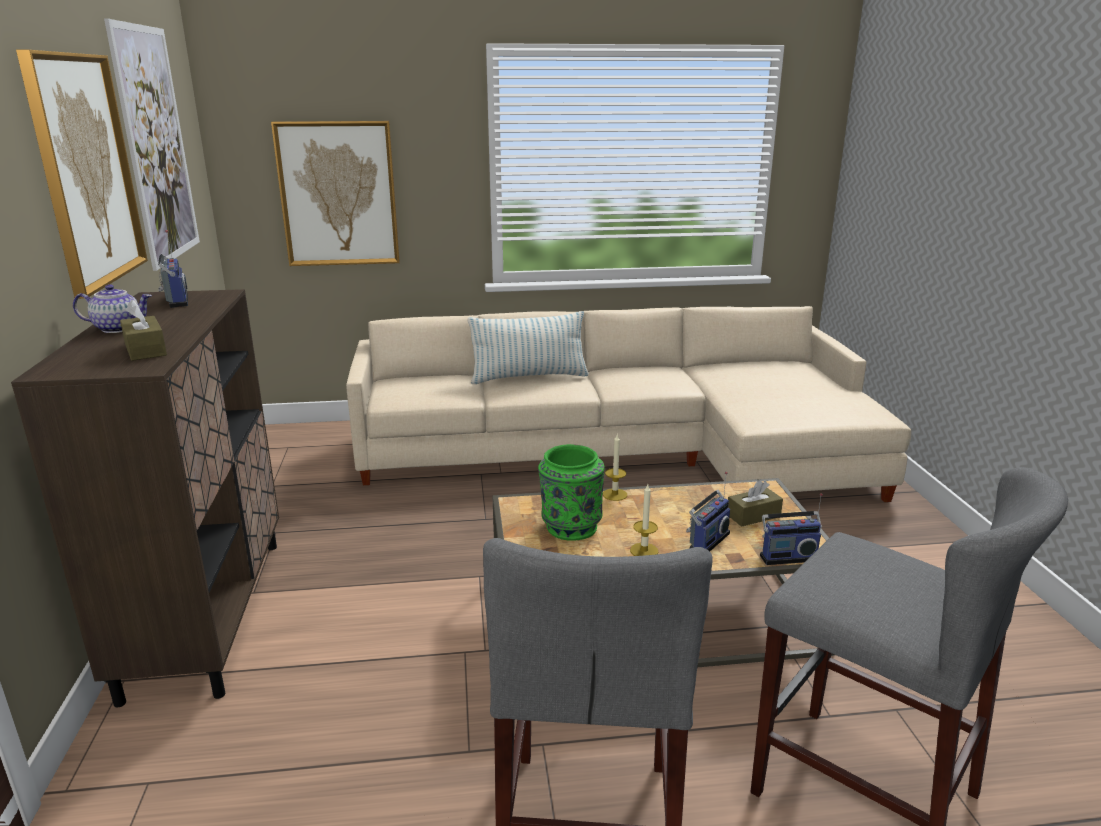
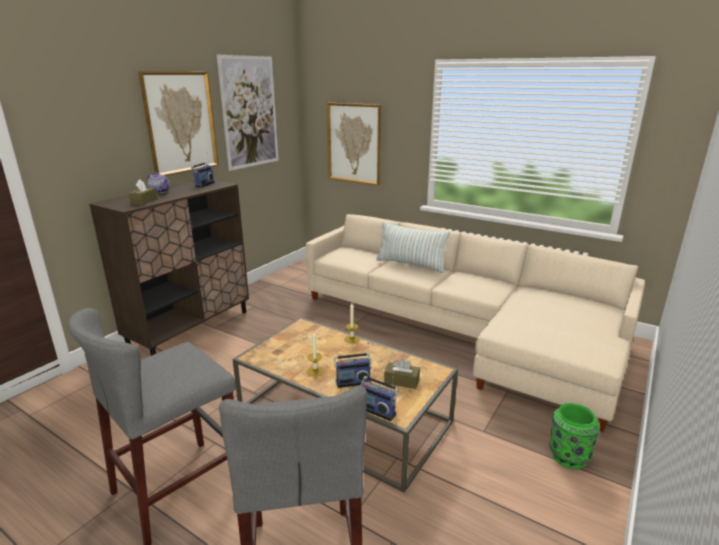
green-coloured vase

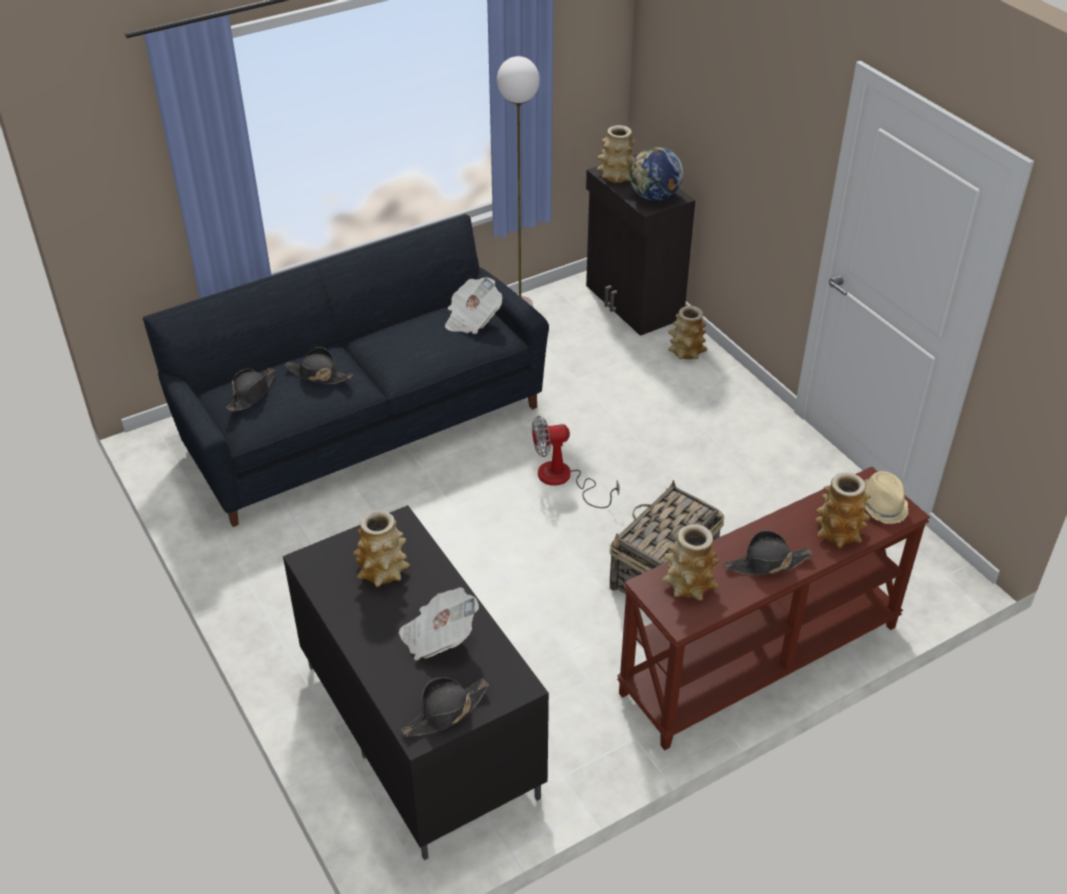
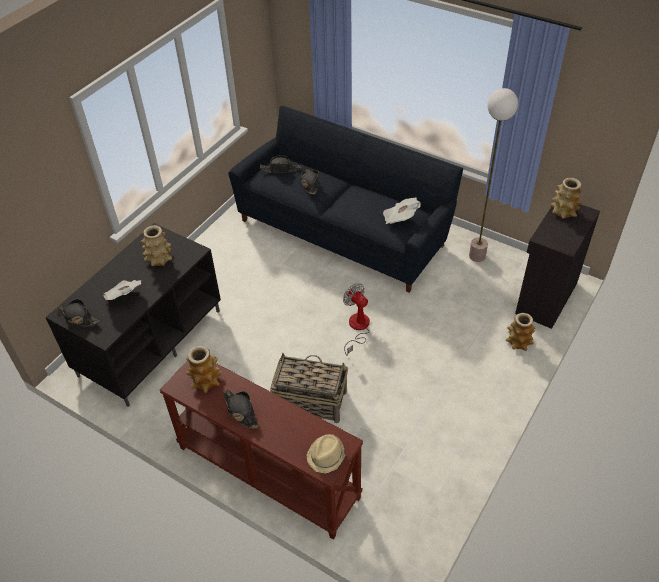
desk globe; vase (5th from left in the first image)

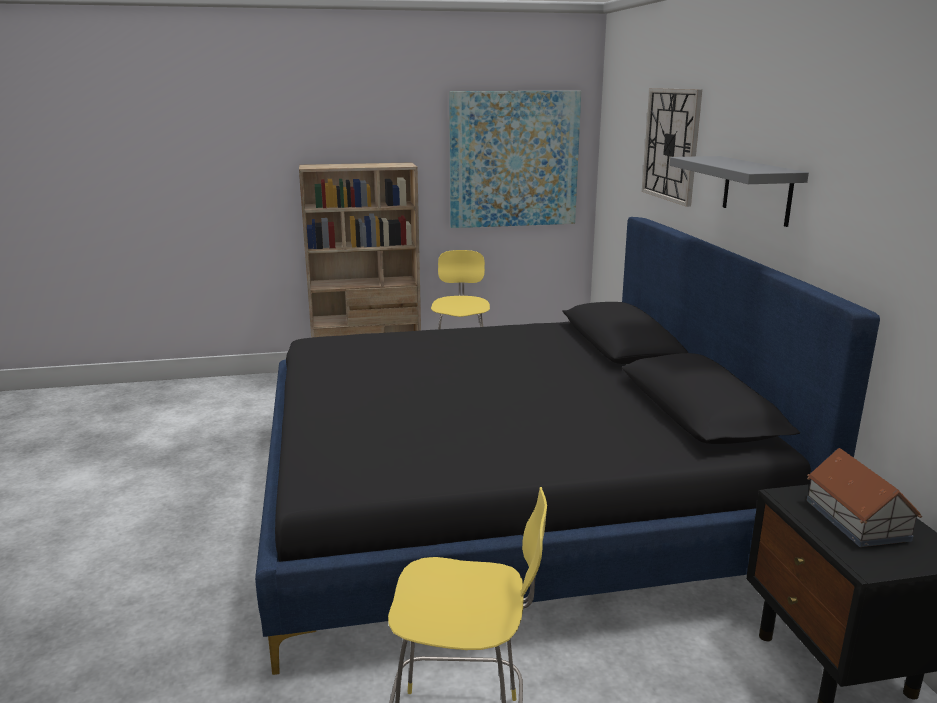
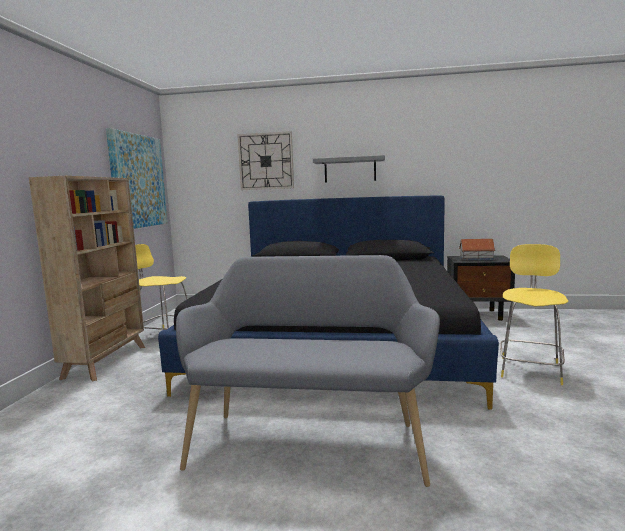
grey long seat

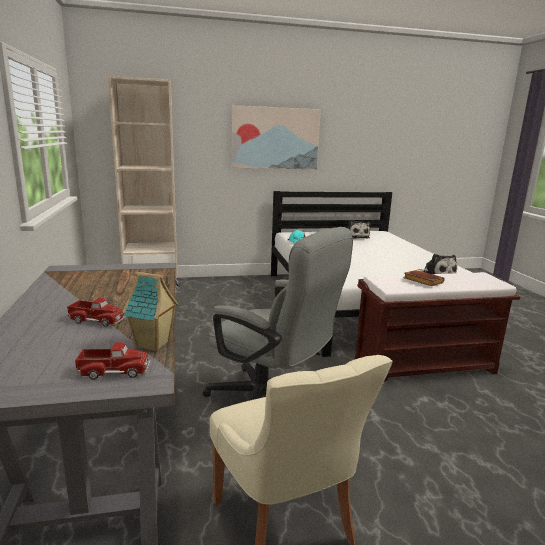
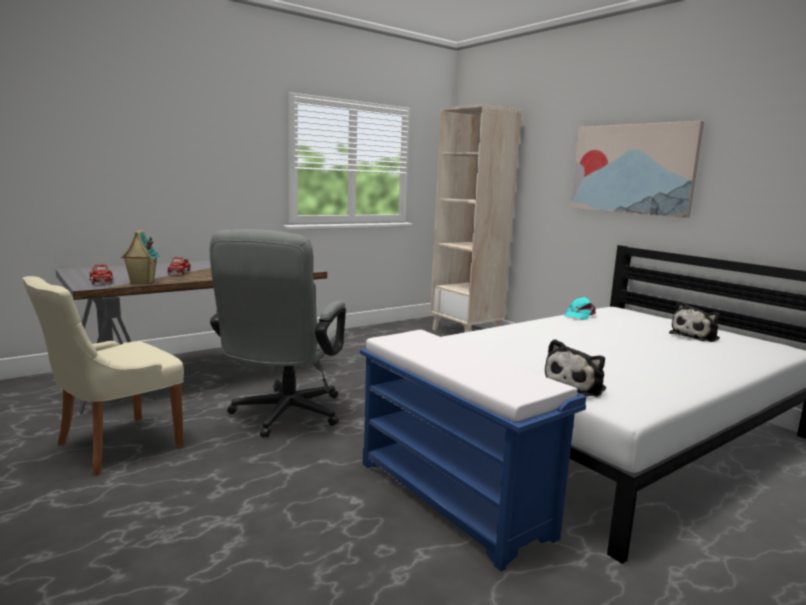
brown book; blue-coloured long seat

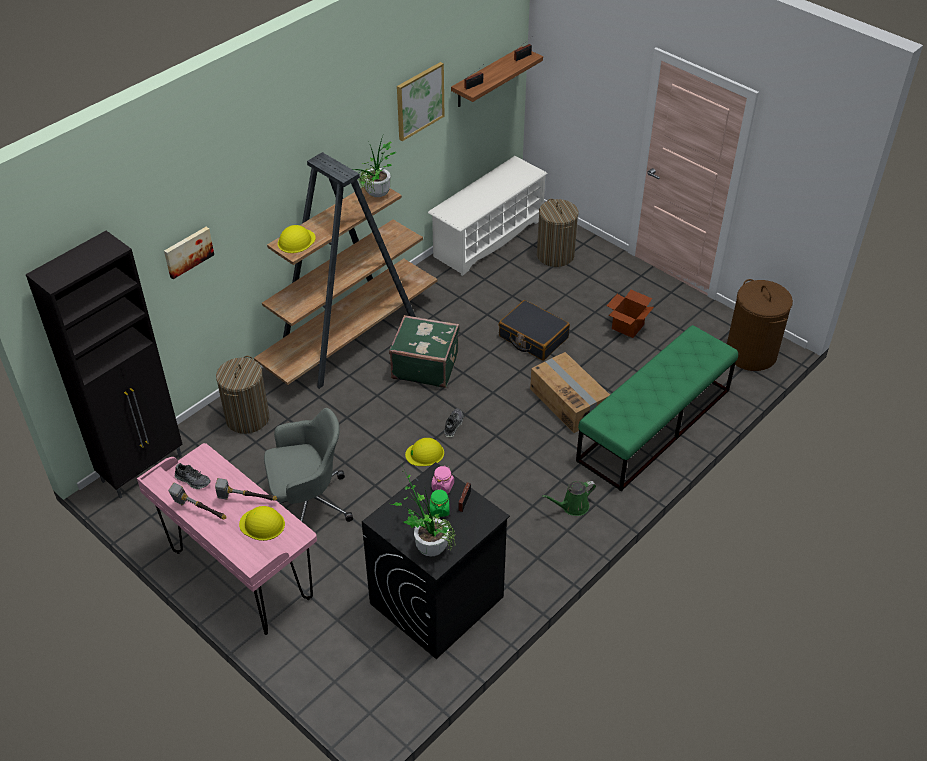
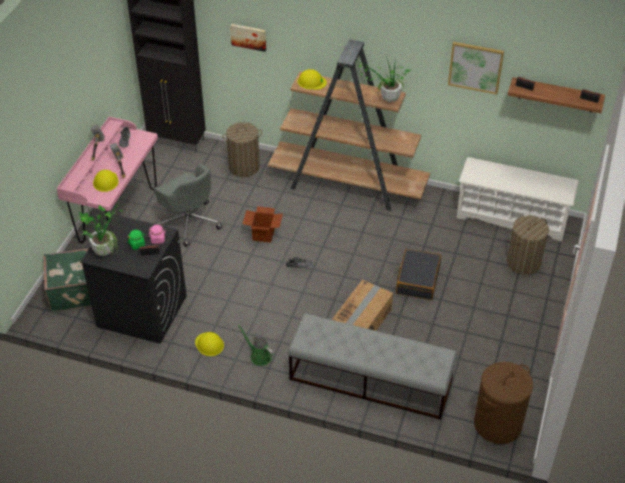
green-coloured travel case; yellowish hard hat (2nd from left); packing box (1st from left); grey long seat

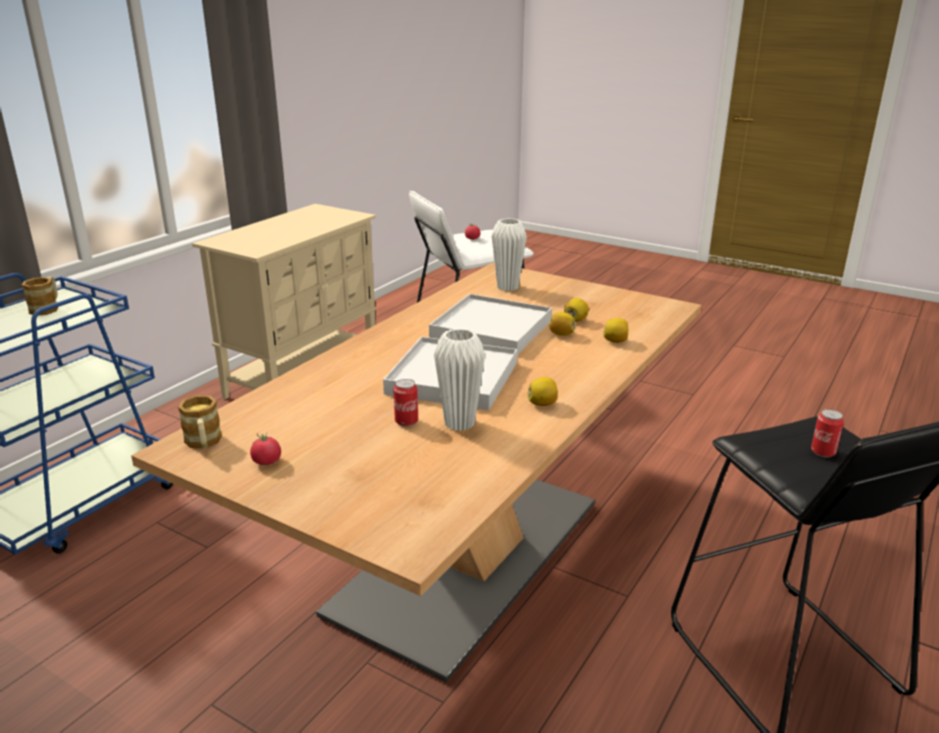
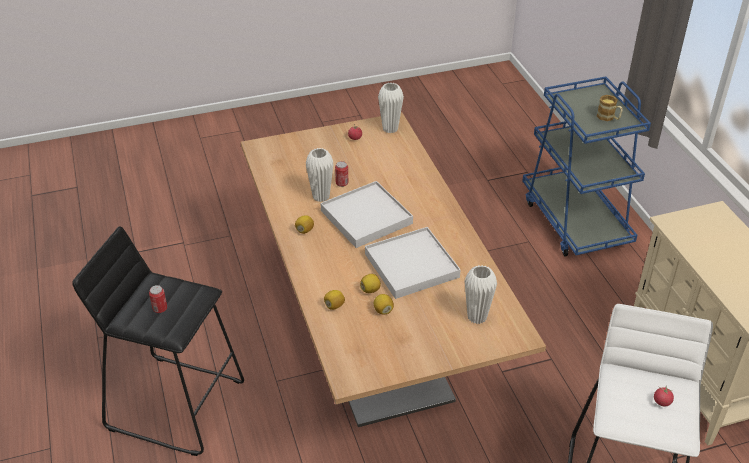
whitish vase (2nd from left)

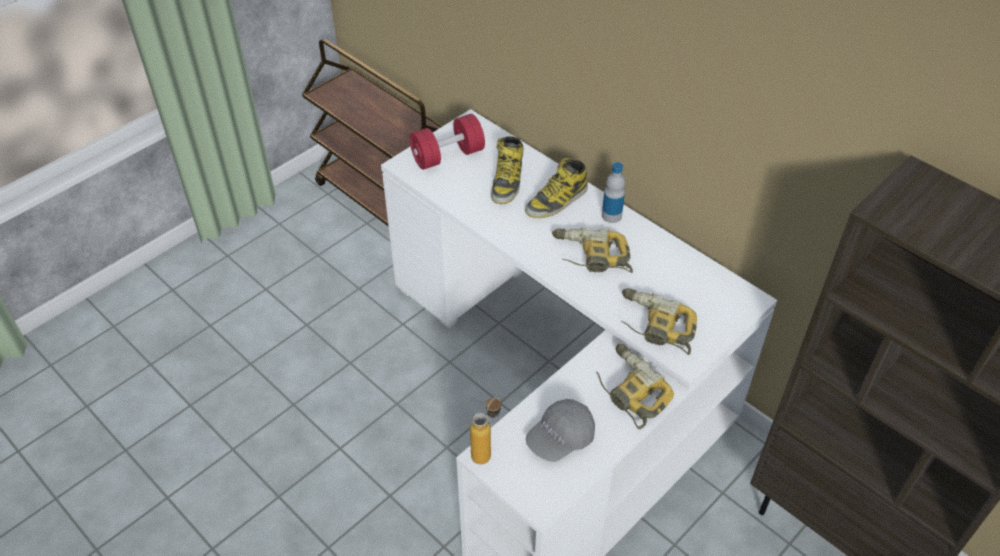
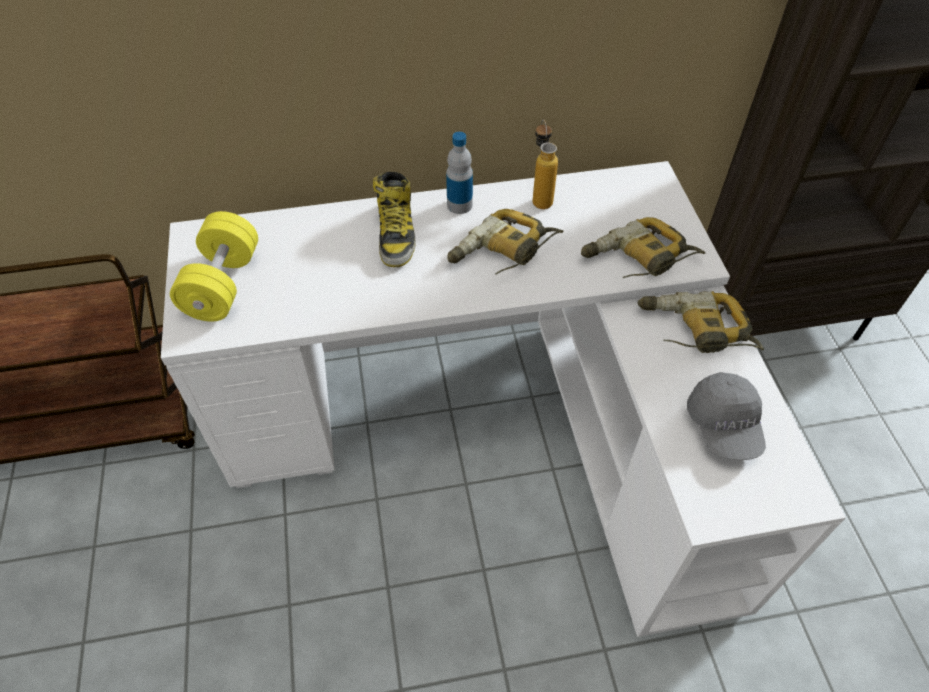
tall boot (1st from left in the first image); beverage bottle (2nd from left); yellowish hand weight

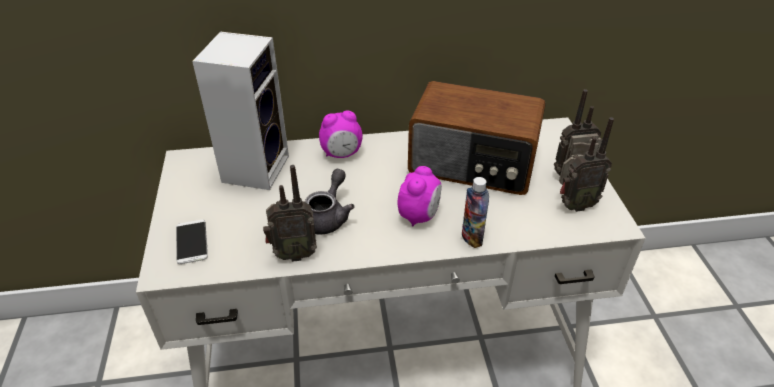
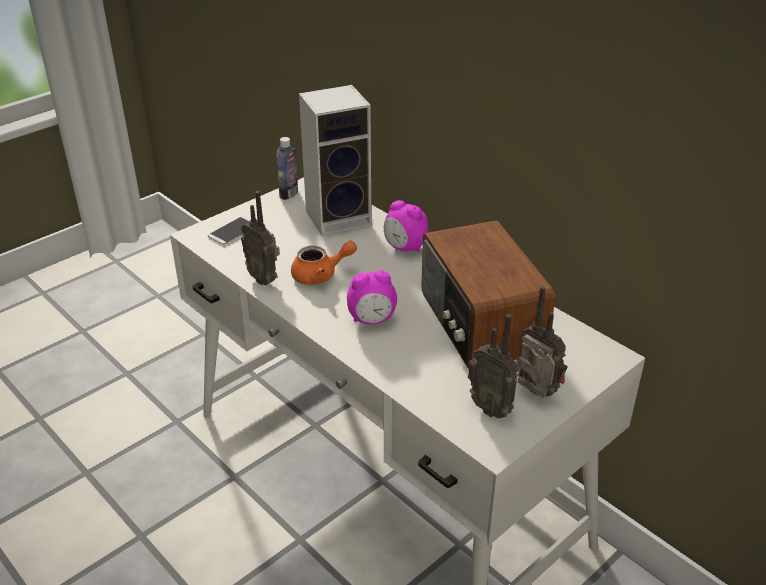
beverage bottle; orangey tea pot

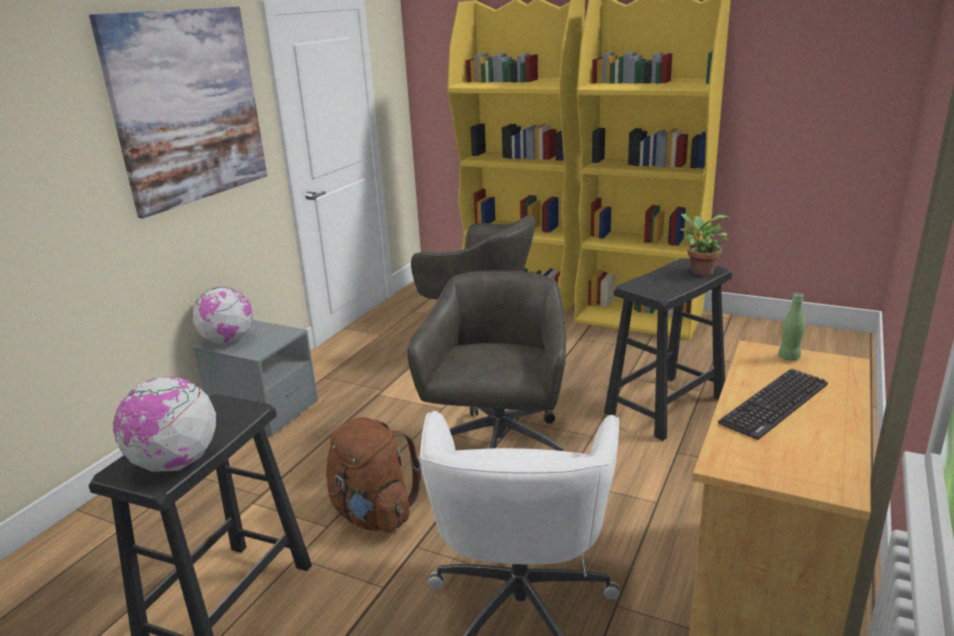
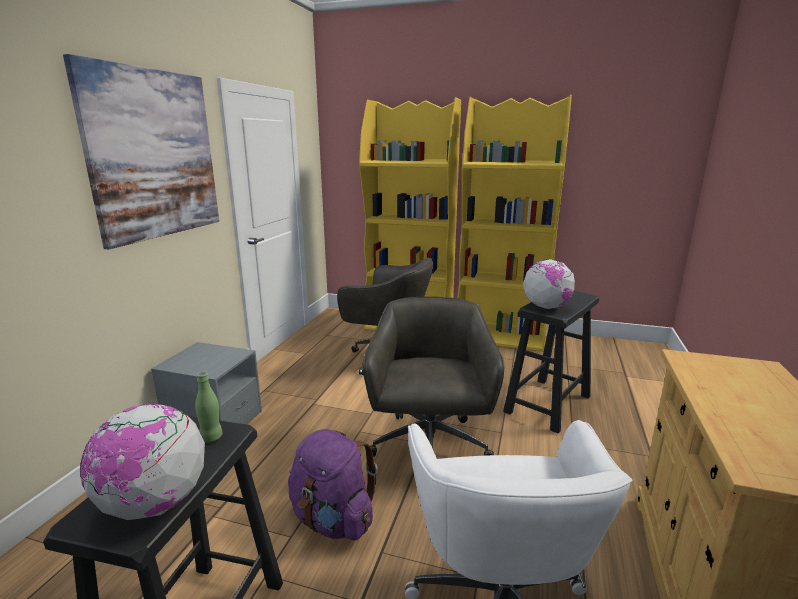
potted plant; PC keyboard; desk globe (2nd from left); green-coloured beverage bottle; purple-coloured backpack

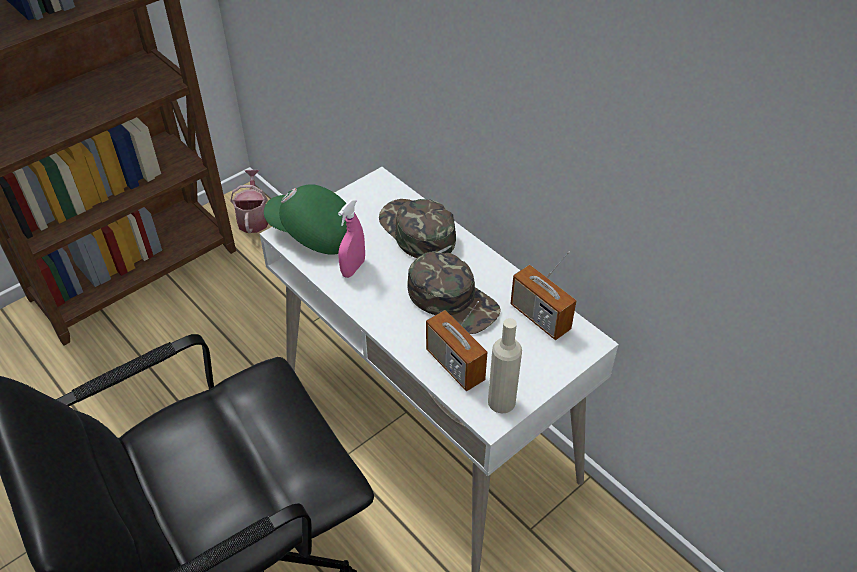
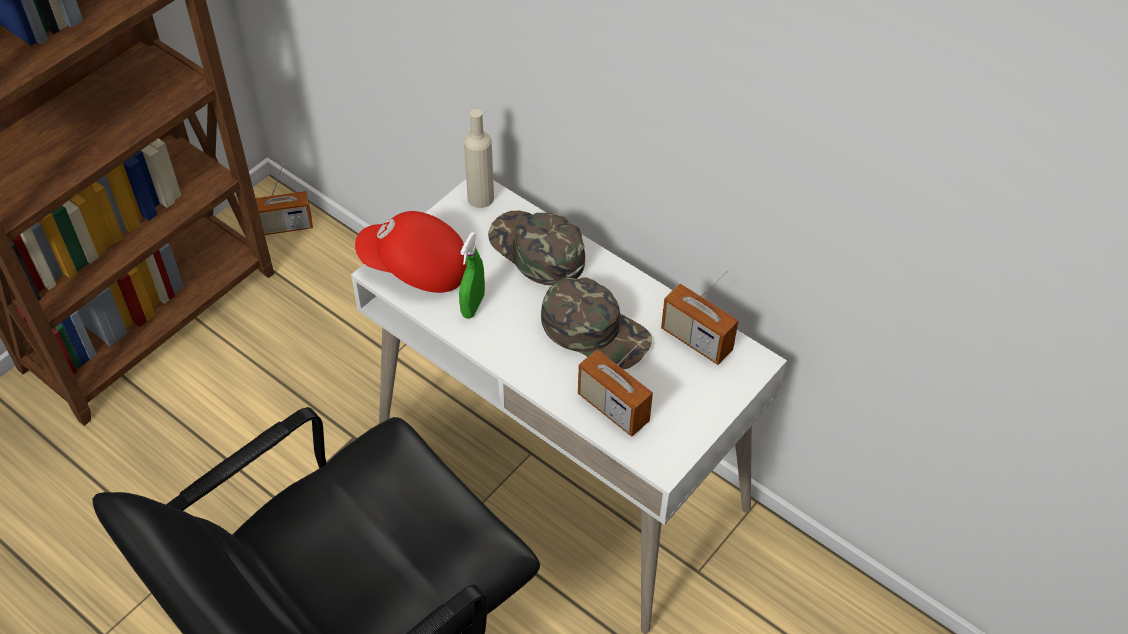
beige beverage bottle; radio receiver (1st from left); red-coloured baseball cap; green-coloured hand sprayer

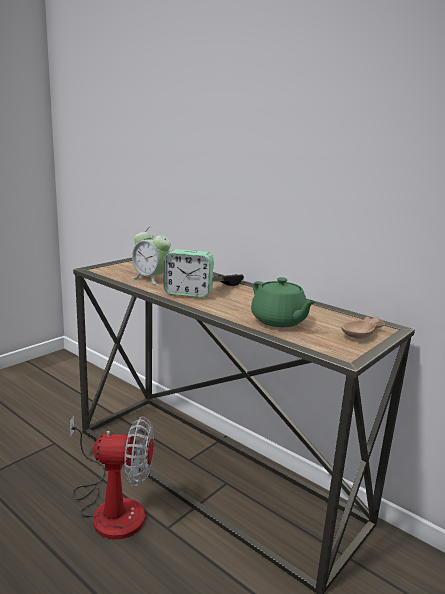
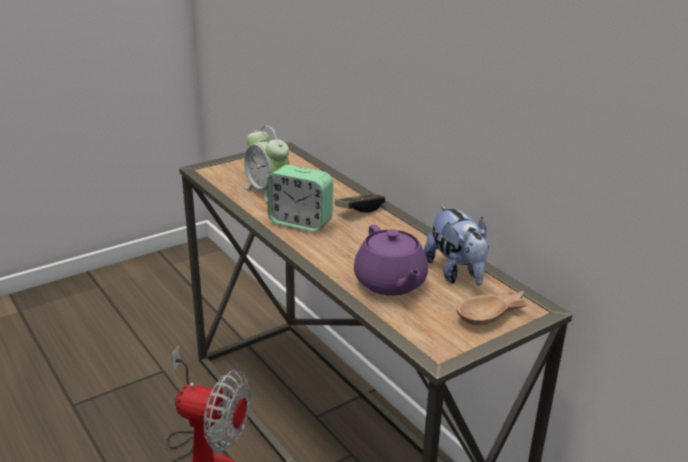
cuddly toy; purple-coloured tea pot

